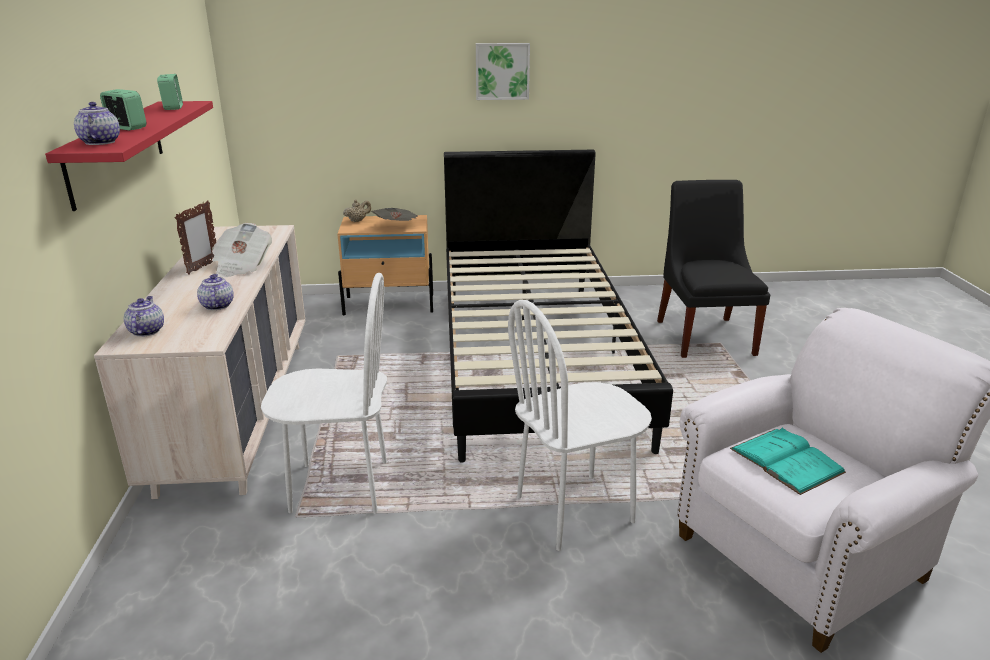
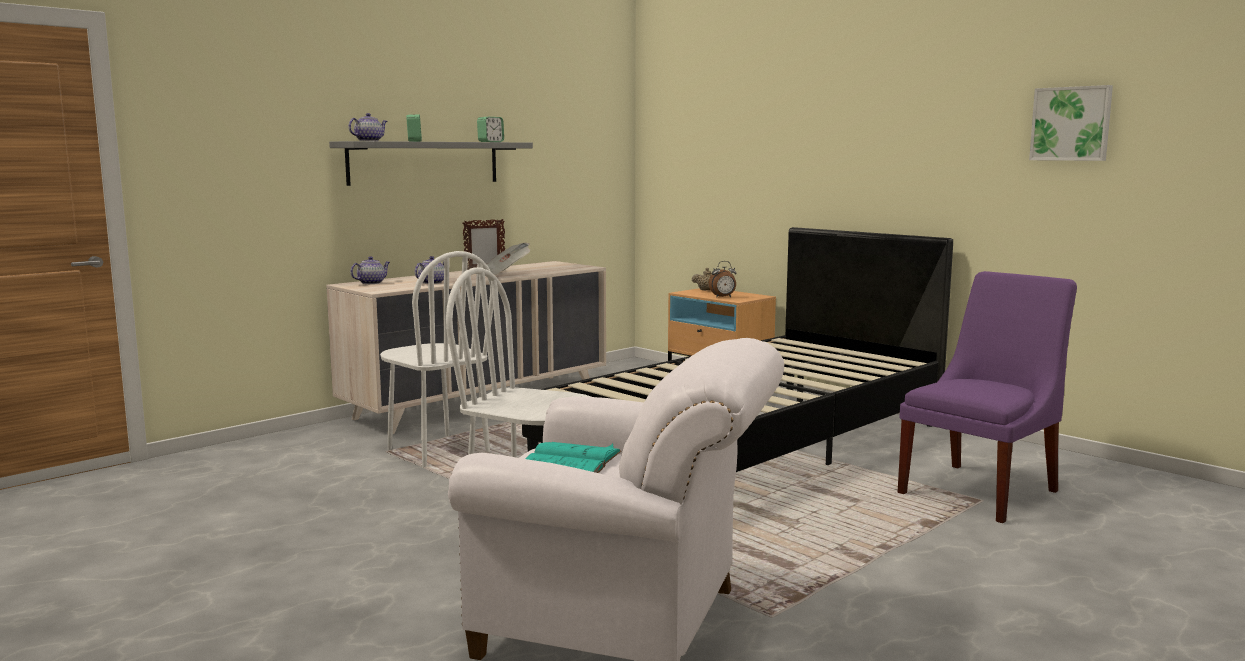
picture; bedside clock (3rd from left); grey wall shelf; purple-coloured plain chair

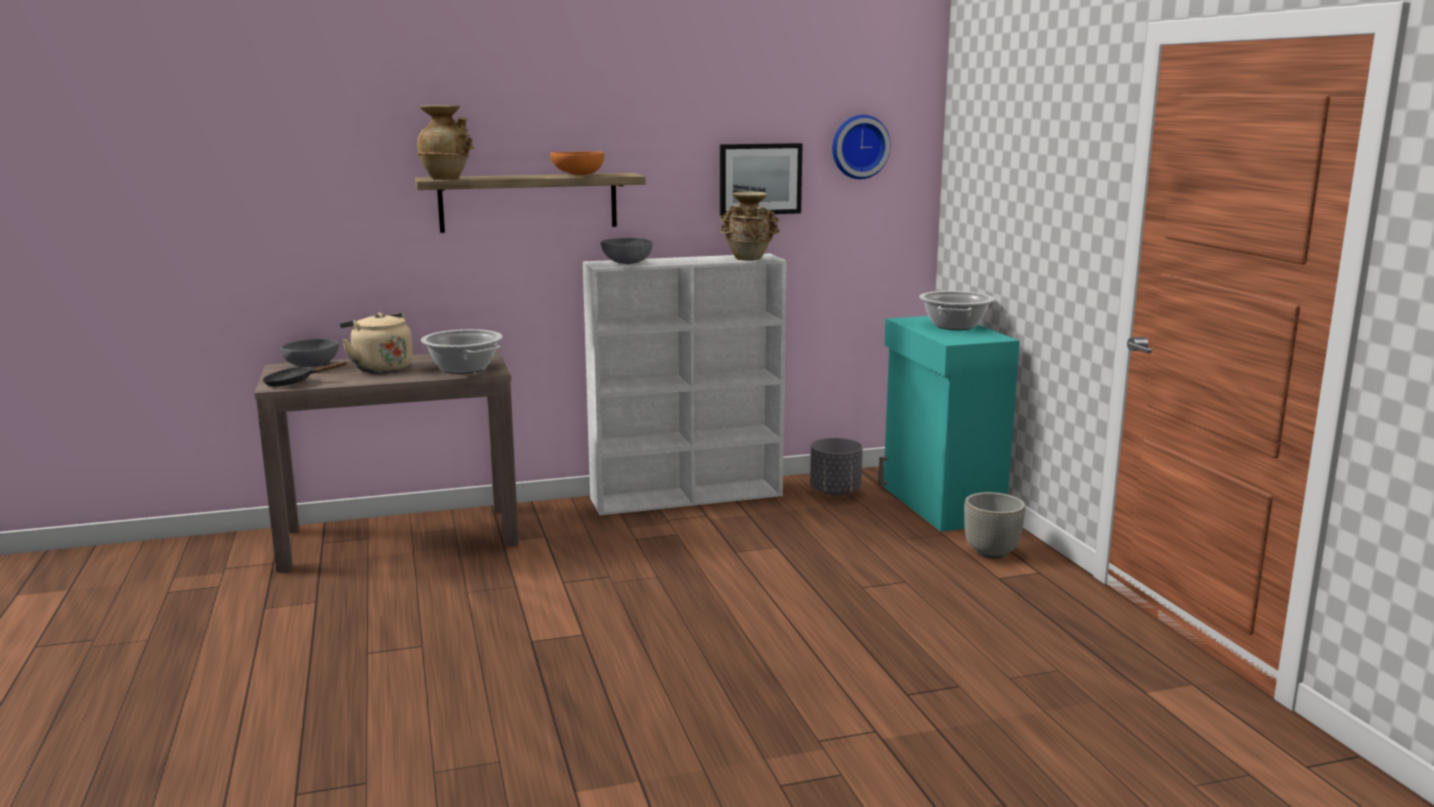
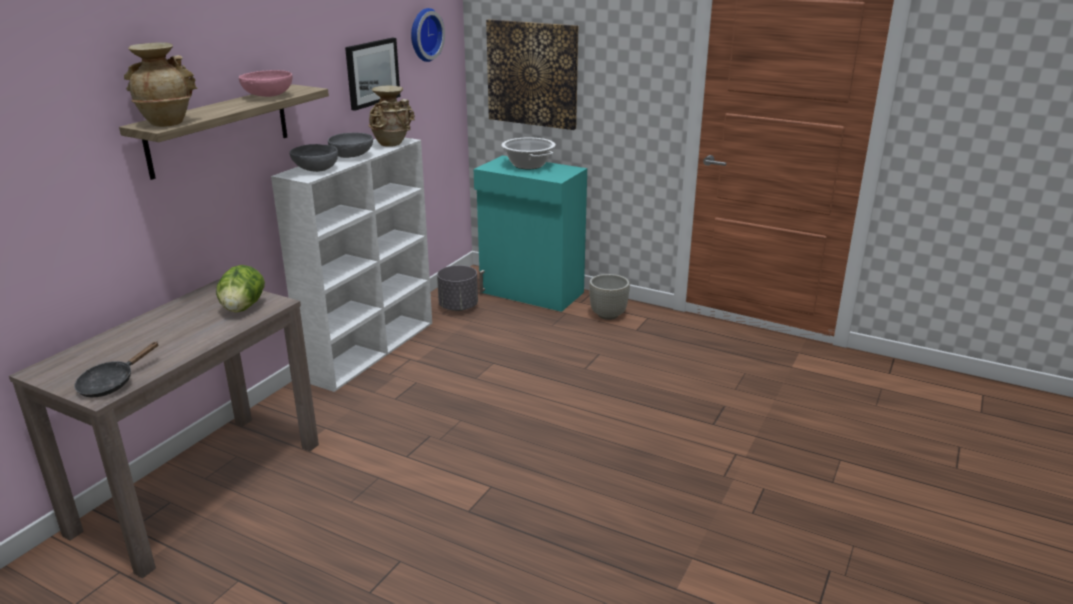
beige water kettle; picture (2nd from left); grey serving bowl (2nd from left); lettuce head; pinkish serving bowl

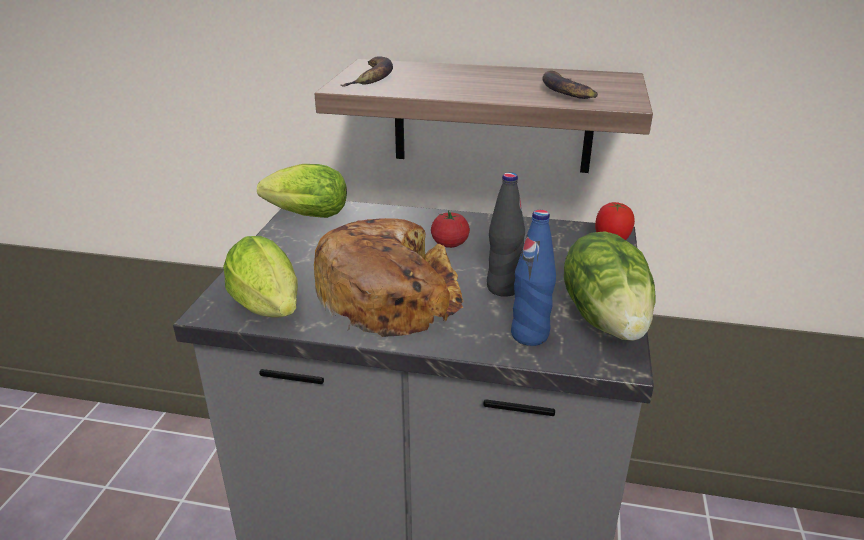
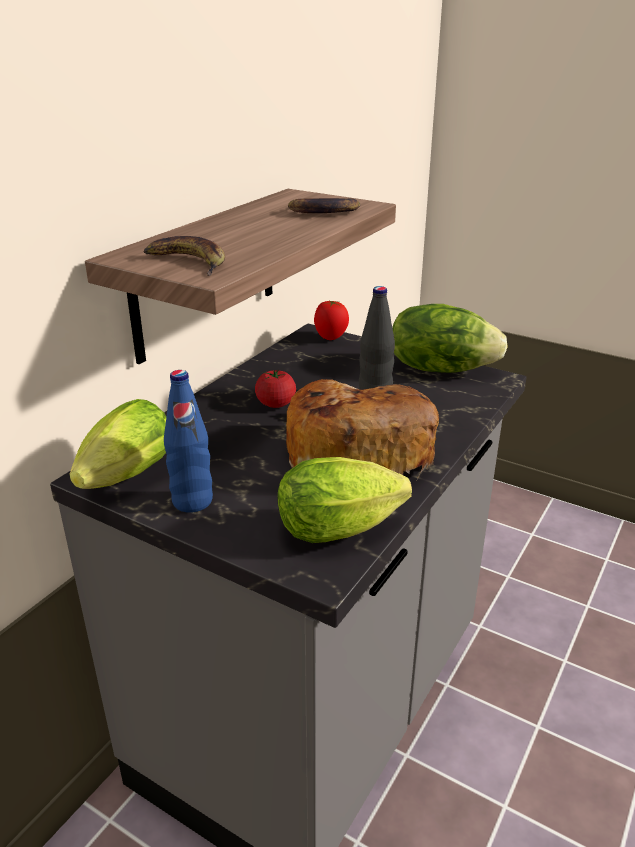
blue-coloured beverage bottle

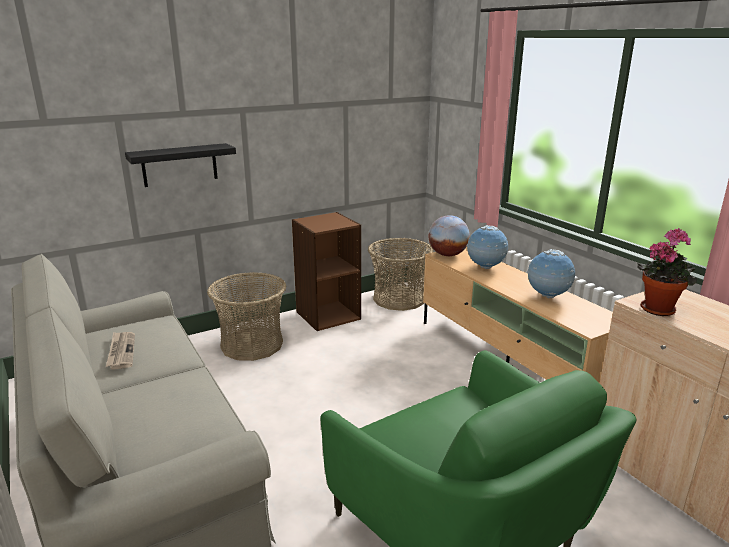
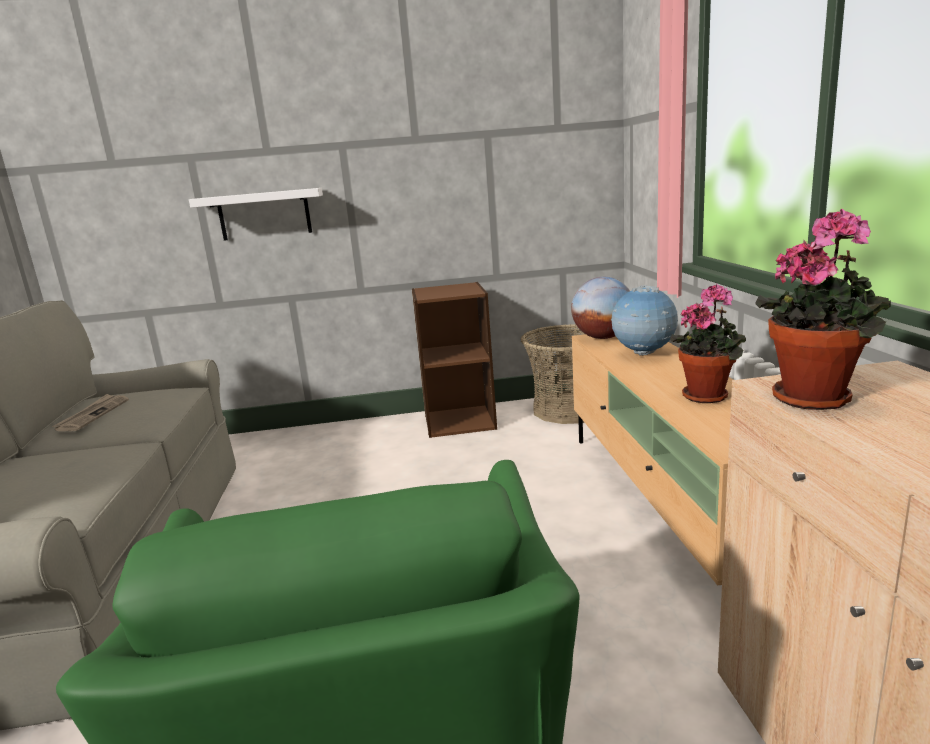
storage basket (1st from left in the first image); potted plant (1st from left); whitish wall shelf

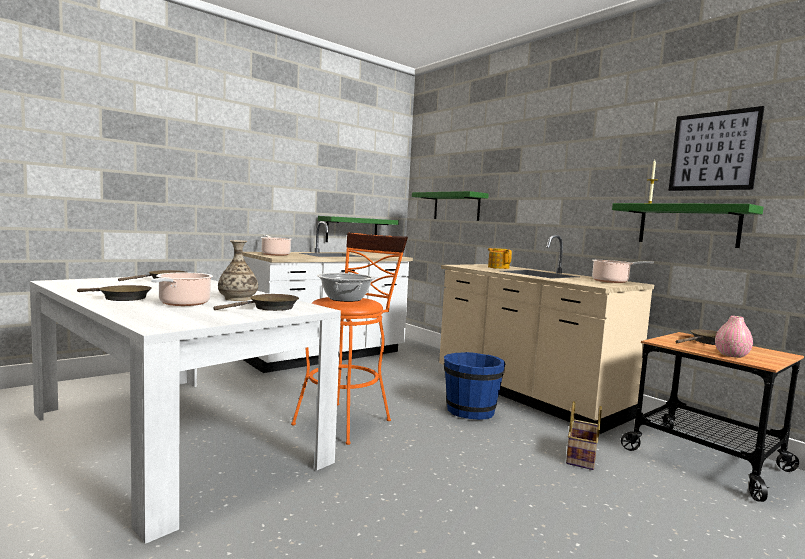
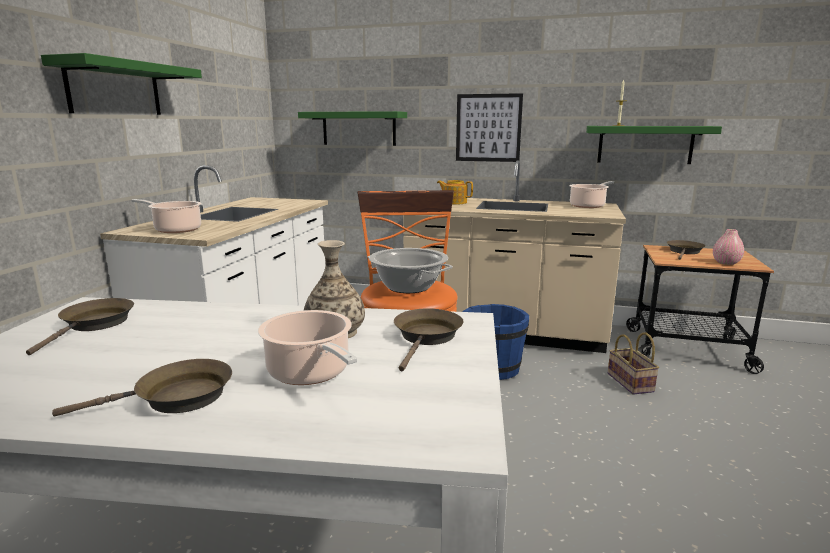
green-coloured wall shelf (1st from left); picture

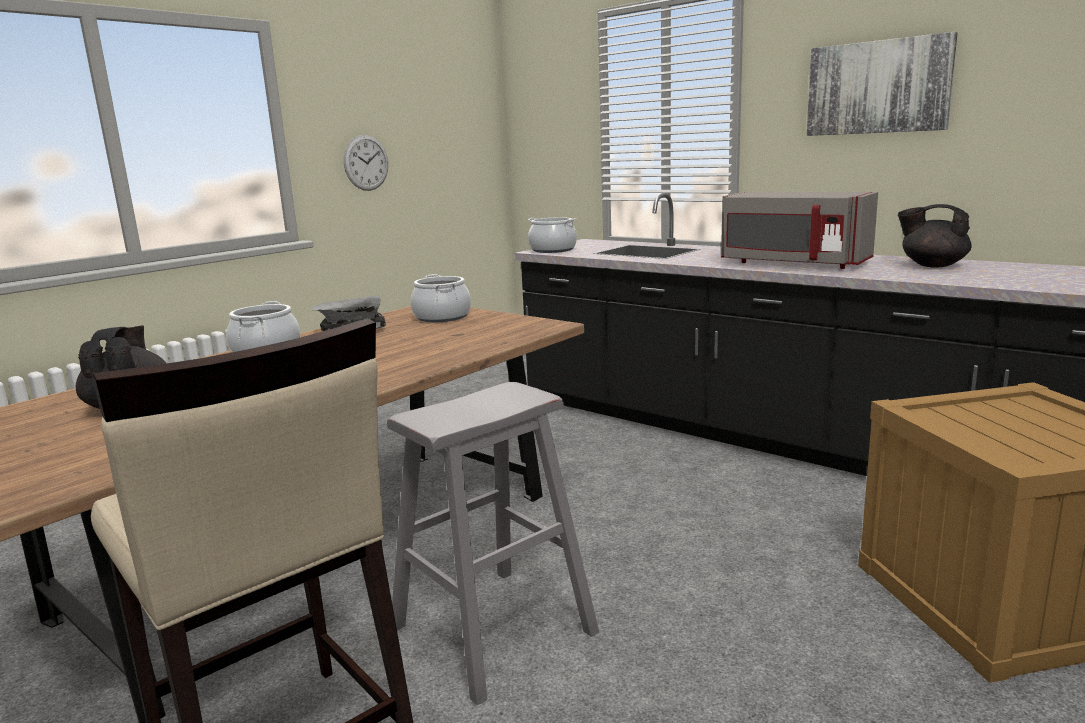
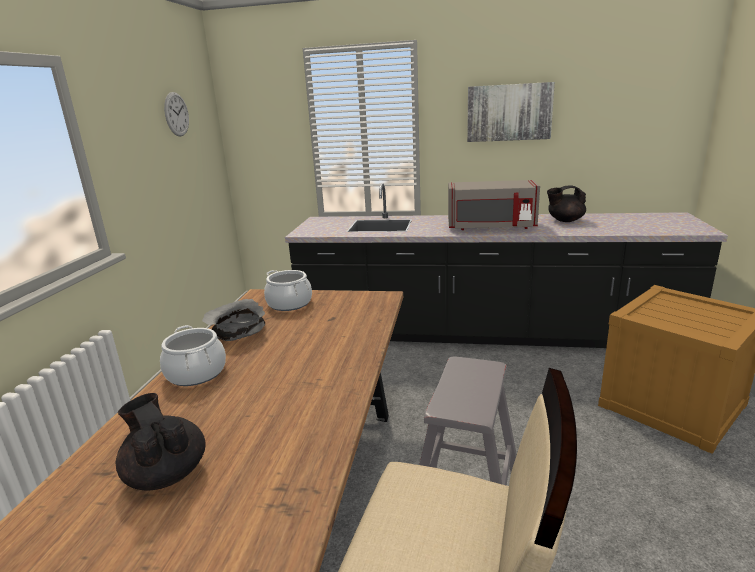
saucepot (3rd from left in the first image); hanging clock

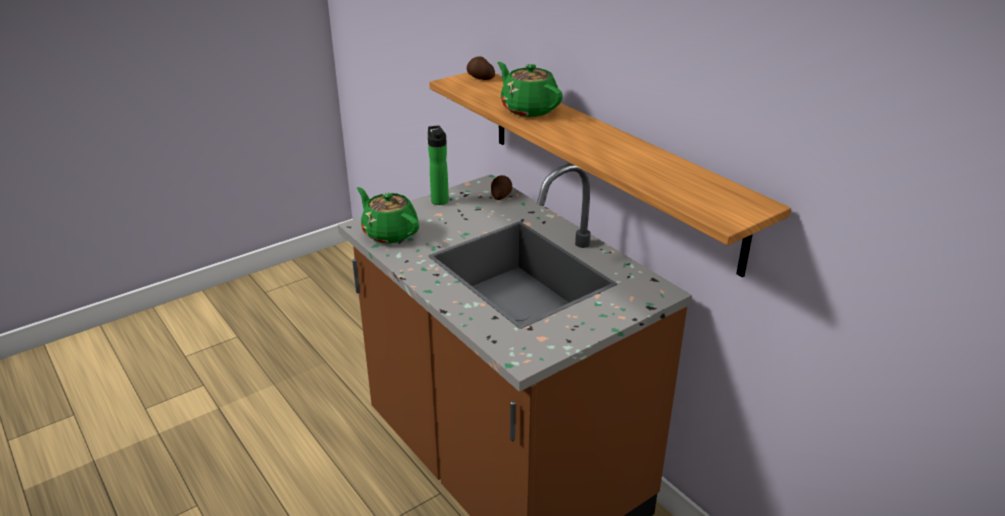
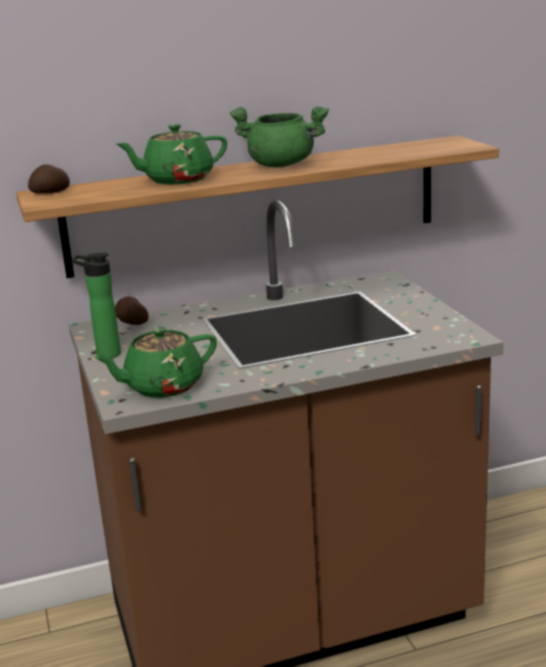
green-coloured saucepot

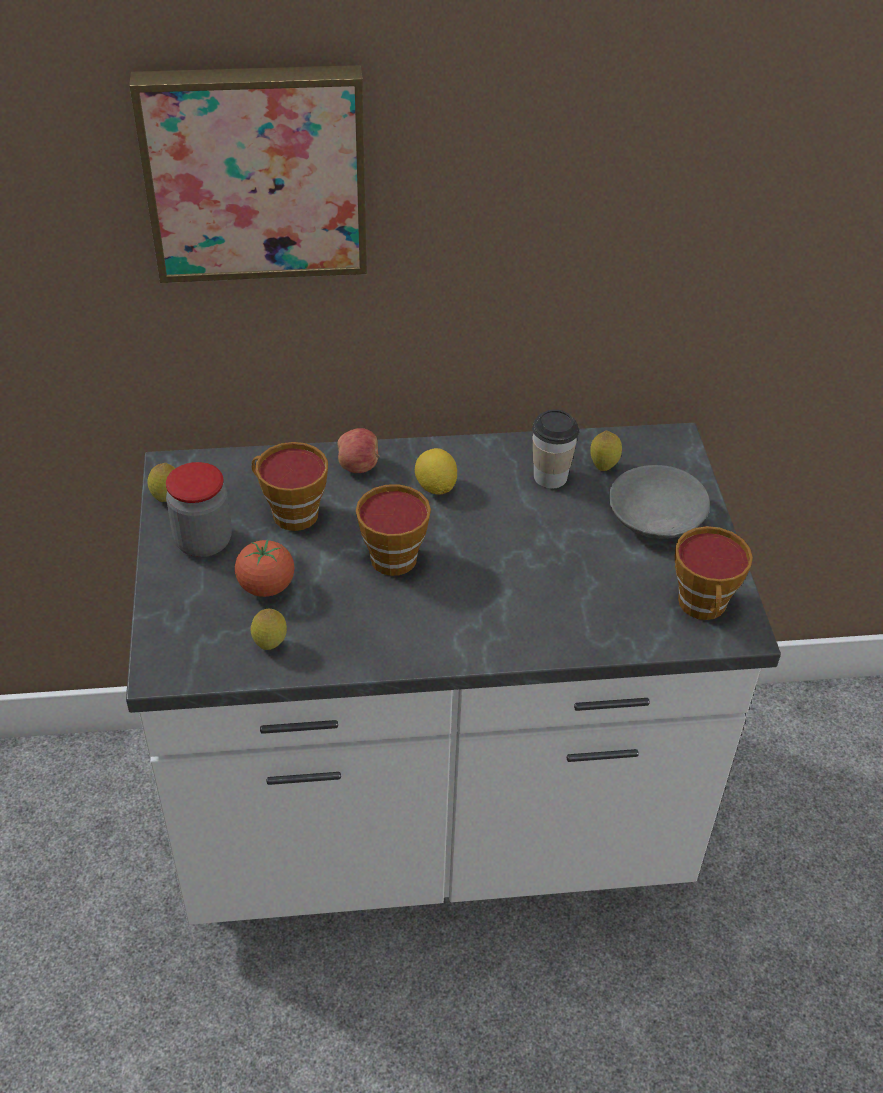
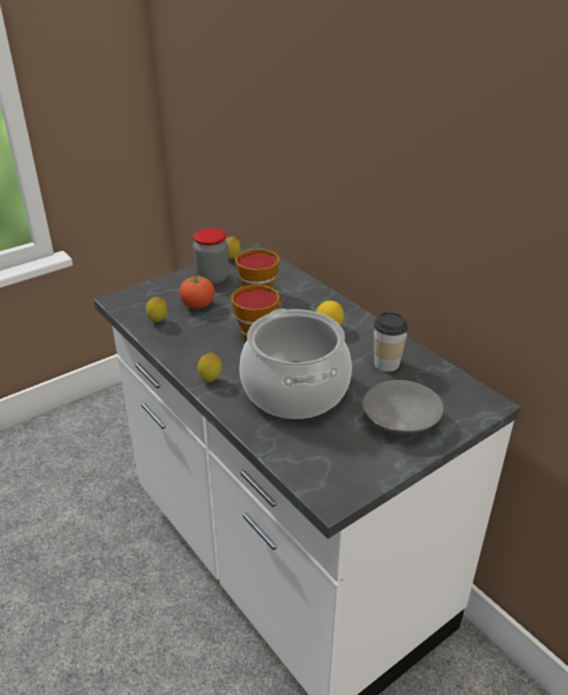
picture; apple; cup (4th from left in the first image); saucepot; citrus fruit (2nd from left)

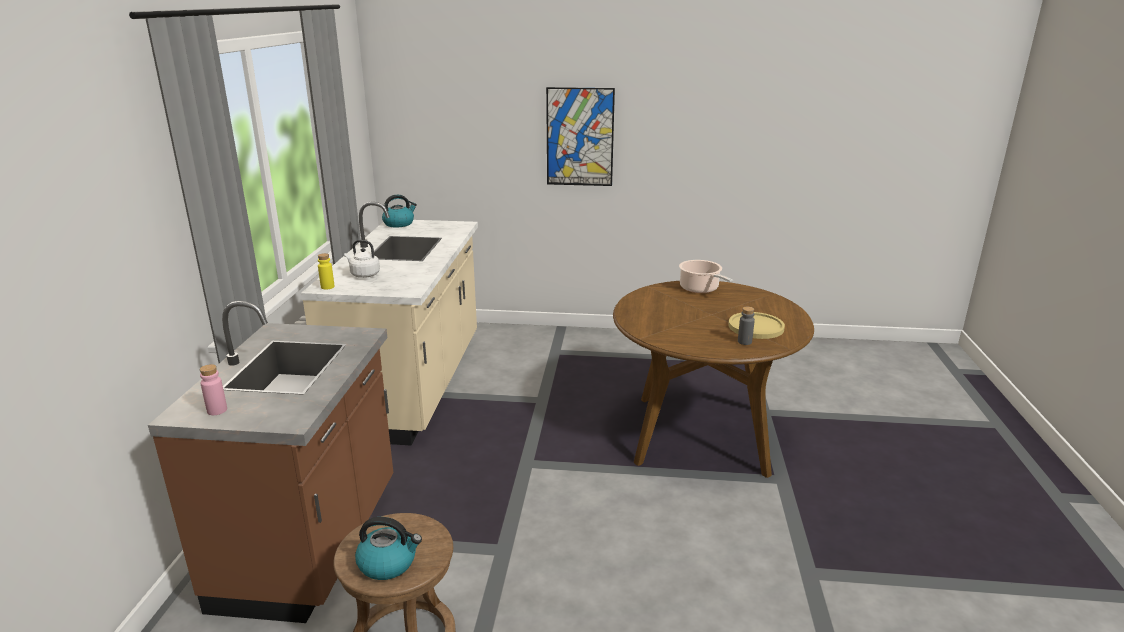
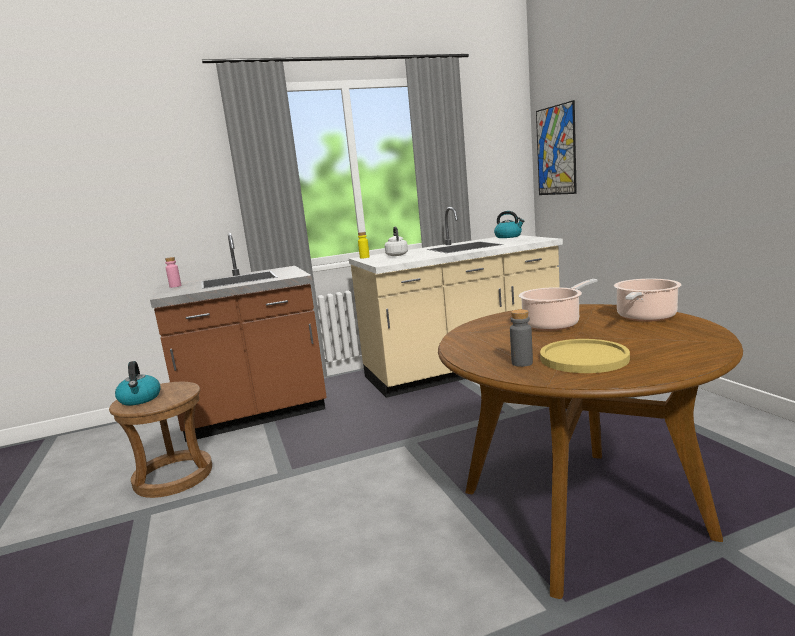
saucepot (1st from left); picture

